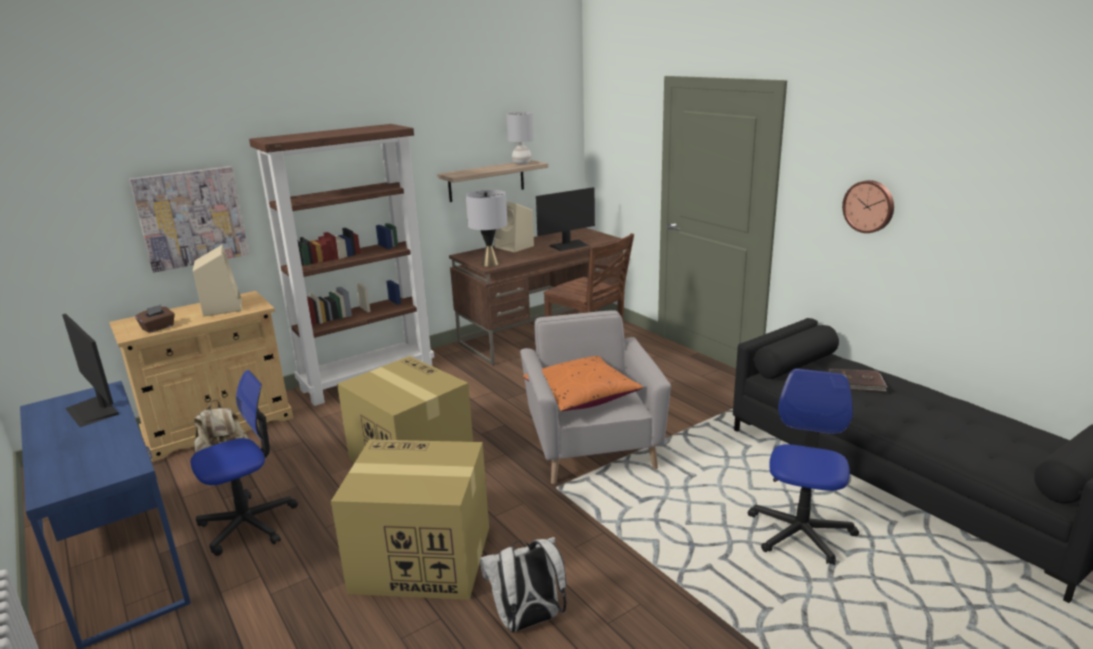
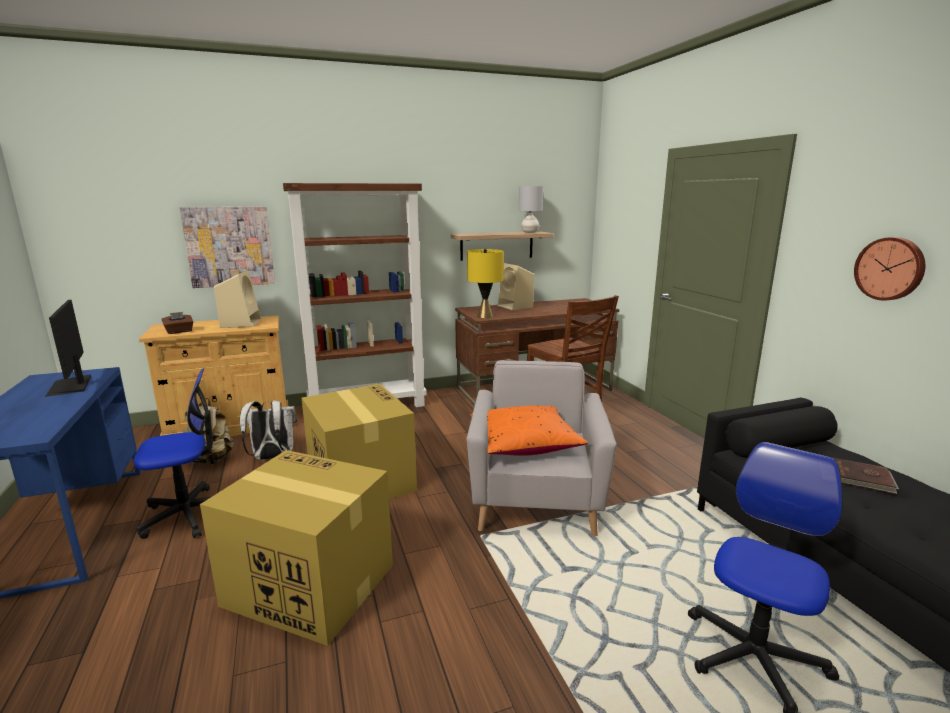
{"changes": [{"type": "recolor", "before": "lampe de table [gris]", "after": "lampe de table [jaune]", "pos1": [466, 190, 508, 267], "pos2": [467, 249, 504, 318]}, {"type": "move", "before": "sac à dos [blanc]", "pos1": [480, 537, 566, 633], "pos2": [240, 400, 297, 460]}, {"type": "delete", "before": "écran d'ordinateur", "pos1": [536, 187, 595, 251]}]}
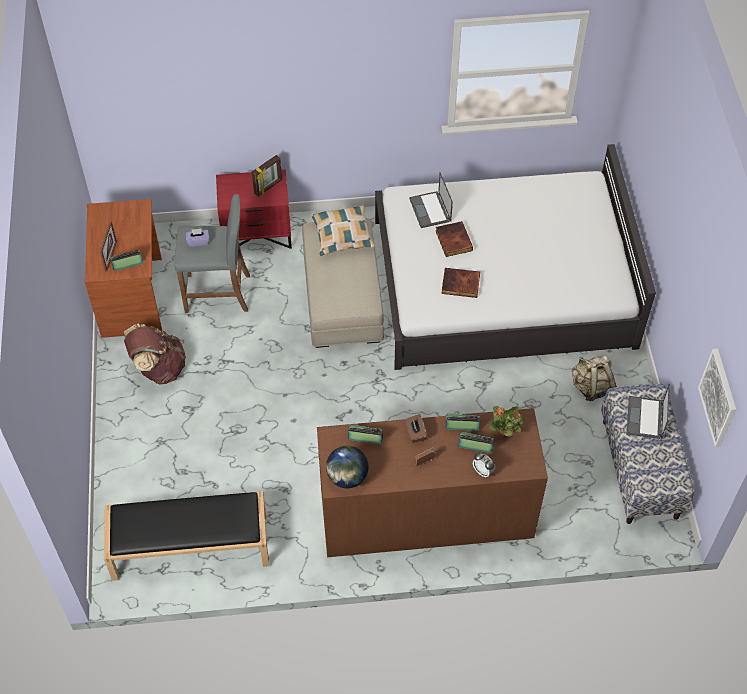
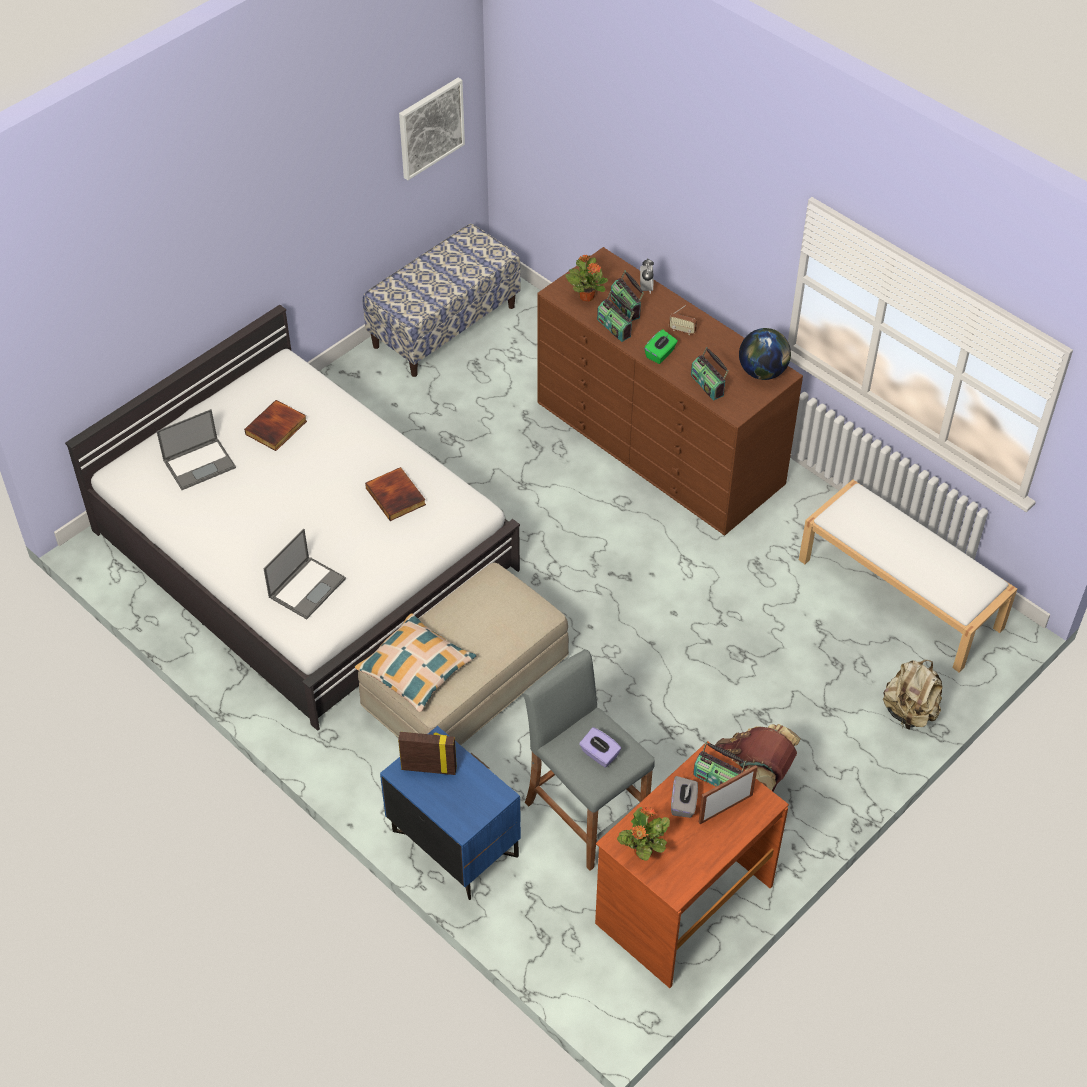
{"changes": [{"type": "recolor", "before": "banc [noir]", "after": "banc [blanc]", "pos1": [104, 491, 270, 581], "pos2": [799, 479, 1017, 673]}, {"type": "recolor", "before": "table de chevet [rouge]", "after": "table de chevet [bleu]", "pos1": [216, 170, 292, 249], "pos2": [380, 726, 521, 900]}, {"type": "recolor", "before": "boîte à mouchoirs [marron]", "after": "boîte à mouchoirs [vert]", "pos1": [405, 414, 427, 443], "pos2": [644, 330, 678, 364]}, {"type": "move", "before": "livre", "pos1": [435, 221, 473, 257], "pos2": [244, 400, 307, 451]}, {"type": "move", "before": "sac à dos [beige]", "pos1": [572, 355, 617, 401], "pos2": [883, 660, 943, 730]}, {"type": "move", "before": "ordinateur portable", "pos1": [627, 384, 670, 439], "pos2": [157, 409, 236, 490]}, {"type": "insert", "after": "plante en pot", "pos2": [617, 807, 670, 861]}, {"type": "insert", "after": "boîte à mouchoirs [gris]", "pos2": [671, 776, 698, 818]}]}
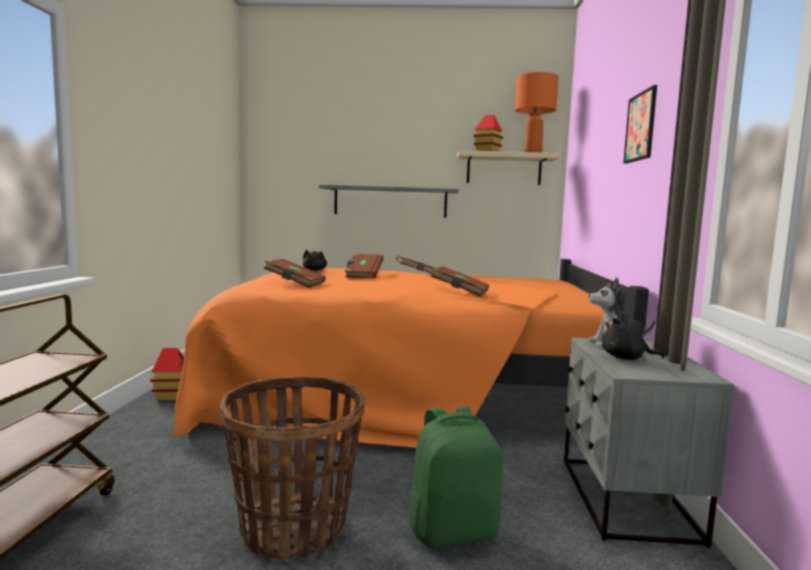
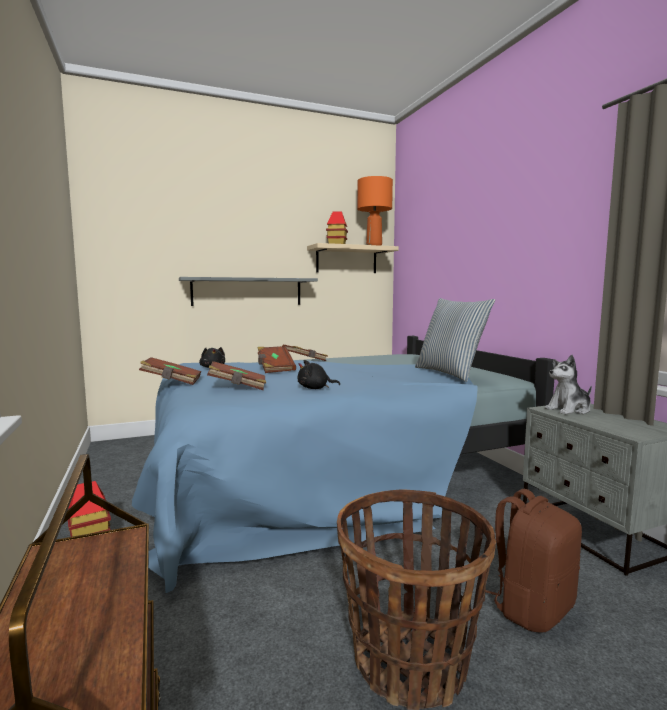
{"changes": [{"type": "recolor", "before": "lit [orange]", "after": "lit [bleu]", "pos1": [174, 259, 649, 448], "pos2": [132, 336, 554, 593]}, {"type": "recolor", "before": "sac à dos [vert]", "after": "sac à dos [marron]", "pos1": [409, 406, 503, 547], "pos2": [485, 489, 582, 633]}, {"type": "move", "before": "livre [marron]", "pos1": [431, 266, 489, 297], "pos2": [139, 357, 201, 385]}, {"type": "move", "before": "peluche [noir]", "pos1": [602, 318, 664, 361], "pos2": [298, 360, 340, 389]}, {"type": "delete", "before": "tableau", "pos1": [623, 85, 657, 164]}, {"type": "insert", "after": "coussin", "pos2": [415, 298, 495, 382]}]}
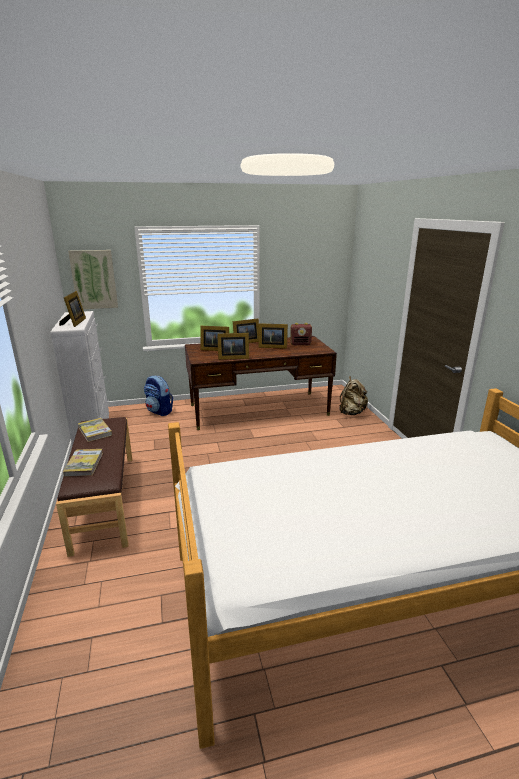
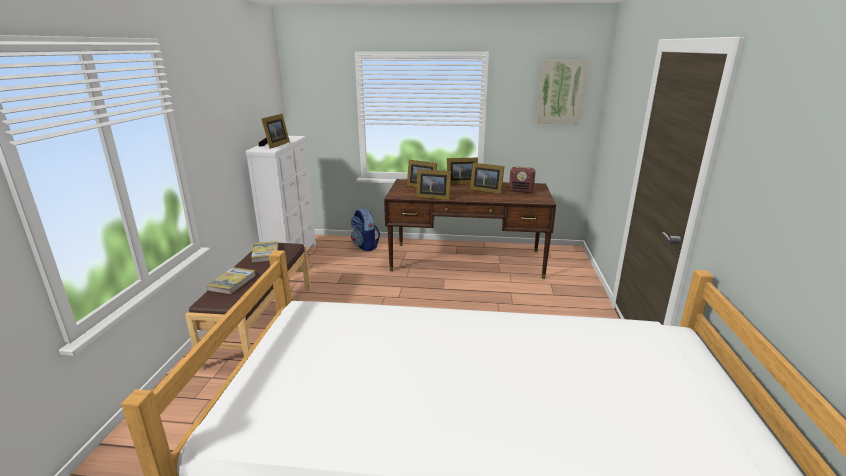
{"changes": [{"type": "move", "before": "tableau", "pos1": [68, 250, 118, 309], "pos2": [537, 60, 587, 124]}, {"type": "delete", "before": "sac à dos [beige]", "pos1": [339, 376, 368, 415]}]}
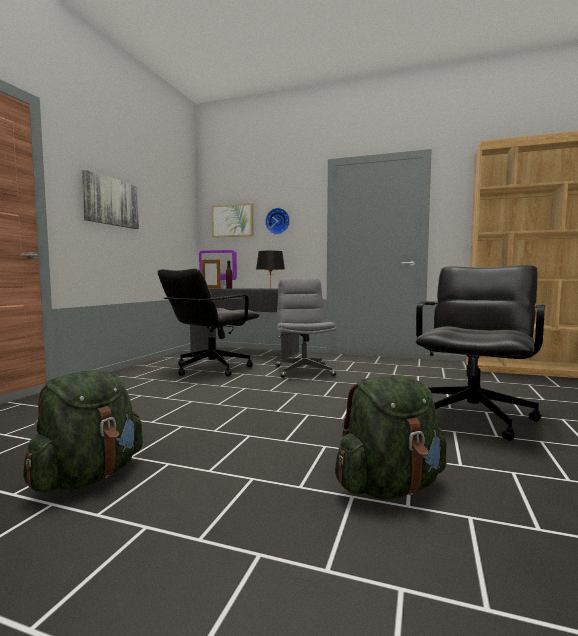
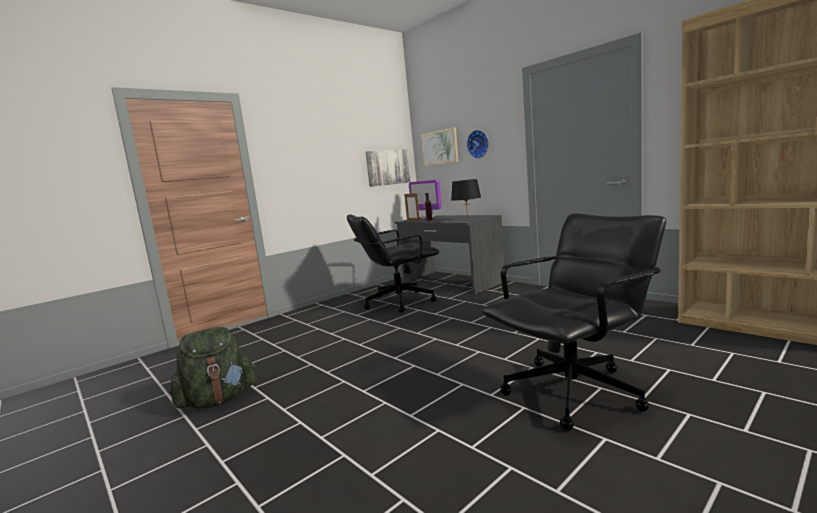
{"changes": [{"type": "move", "before": "tableau", "pos1": [82, 170, 139, 229], "pos2": [366, 149, 411, 187]}, {"type": "delete", "before": "chaise de bureau [gris]", "pos1": [276, 277, 336, 378]}, {"type": "delete", "before": "sac à dos [vert]", "pos1": [335, 375, 446, 499]}]}
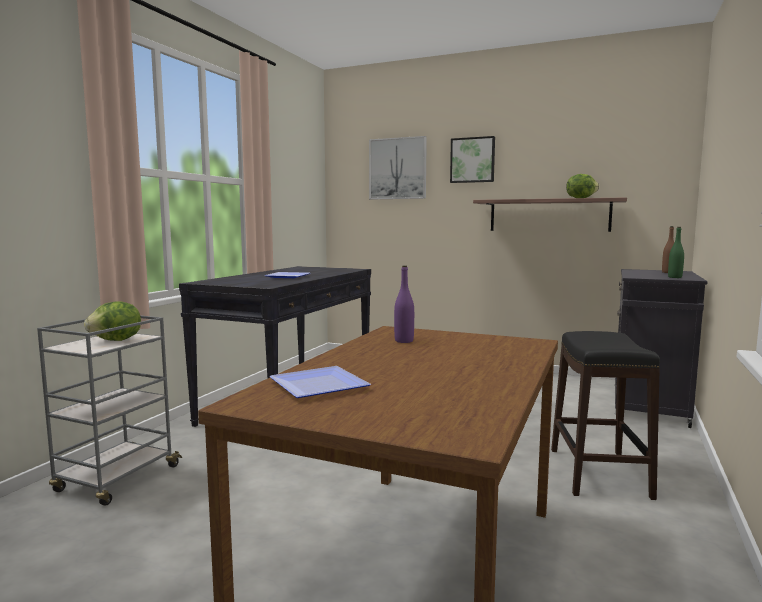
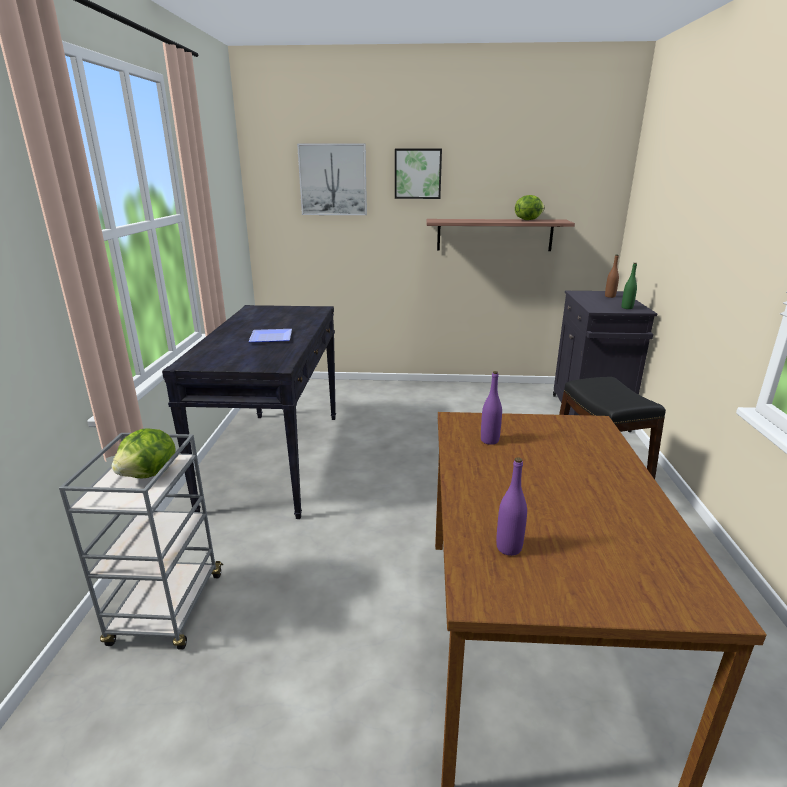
{"changes": [{"type": "replace", "before": "assiette", "after": "bouteille [violet]", "pos1": [269, 366, 371, 398], "pos2": [496, 457, 527, 556]}]}
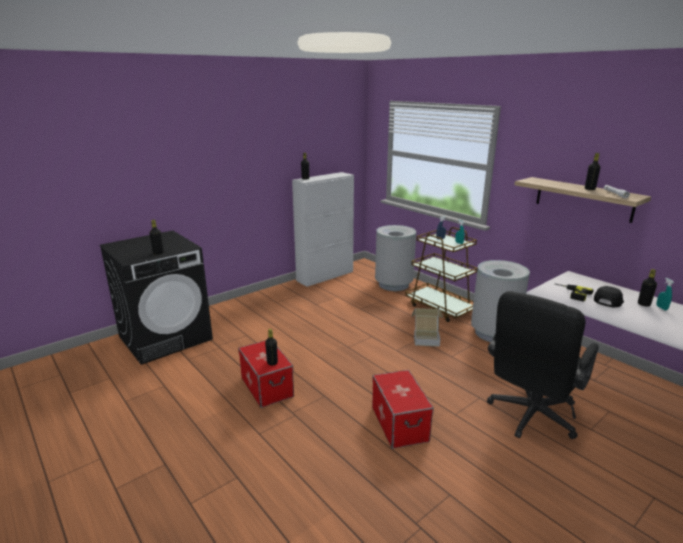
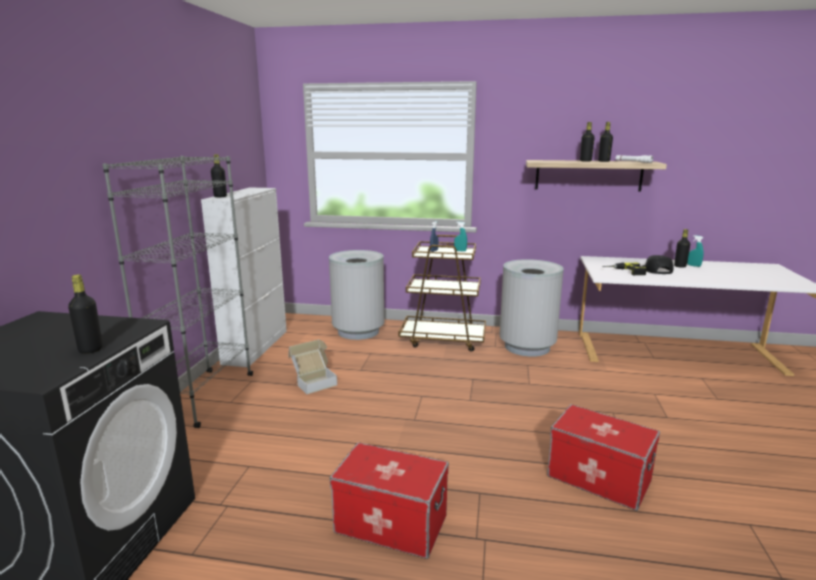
{"changes": [{"type": "move", "before": "bouteille [noir]", "pos1": [265, 329, 278, 366], "pos2": [580, 122, 595, 162]}, {"type": "move", "before": "carton", "pos1": [412, 308, 443, 347], "pos2": [289, 339, 337, 394]}, {"type": "delete", "before": "chaise de bureau [noir]", "pos1": [487, 291, 599, 439]}, {"type": "insert", "after": "bibliothèque [gris]", "pos2": [102, 156, 253, 428]}]}
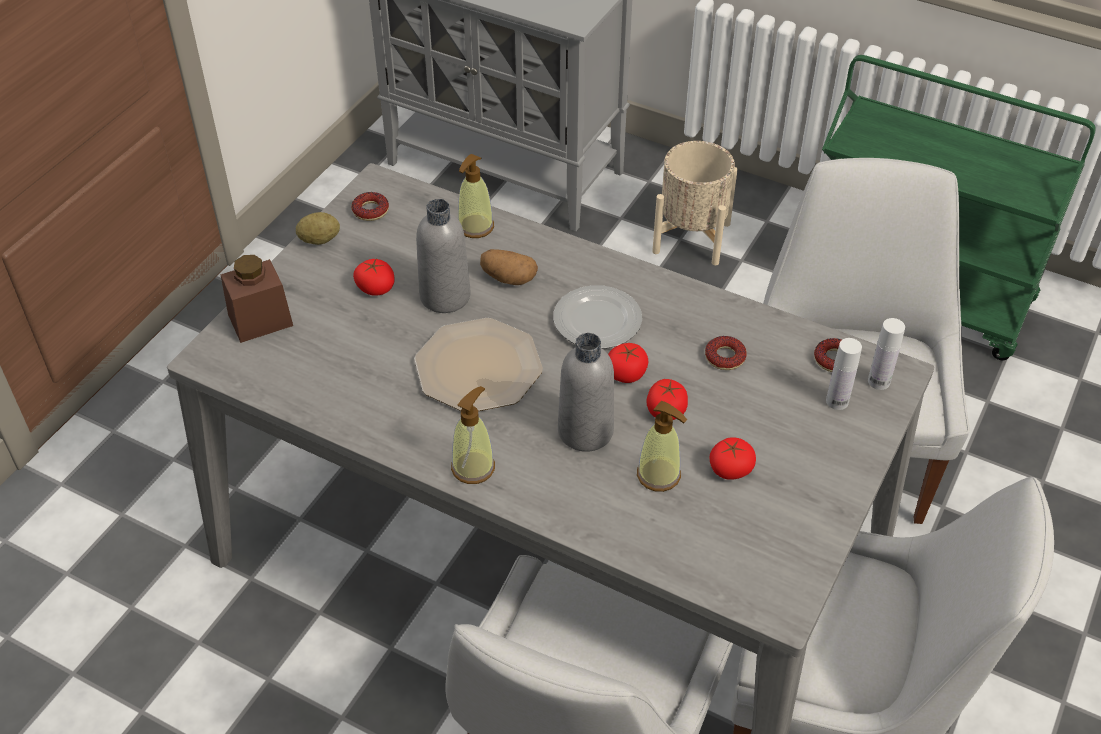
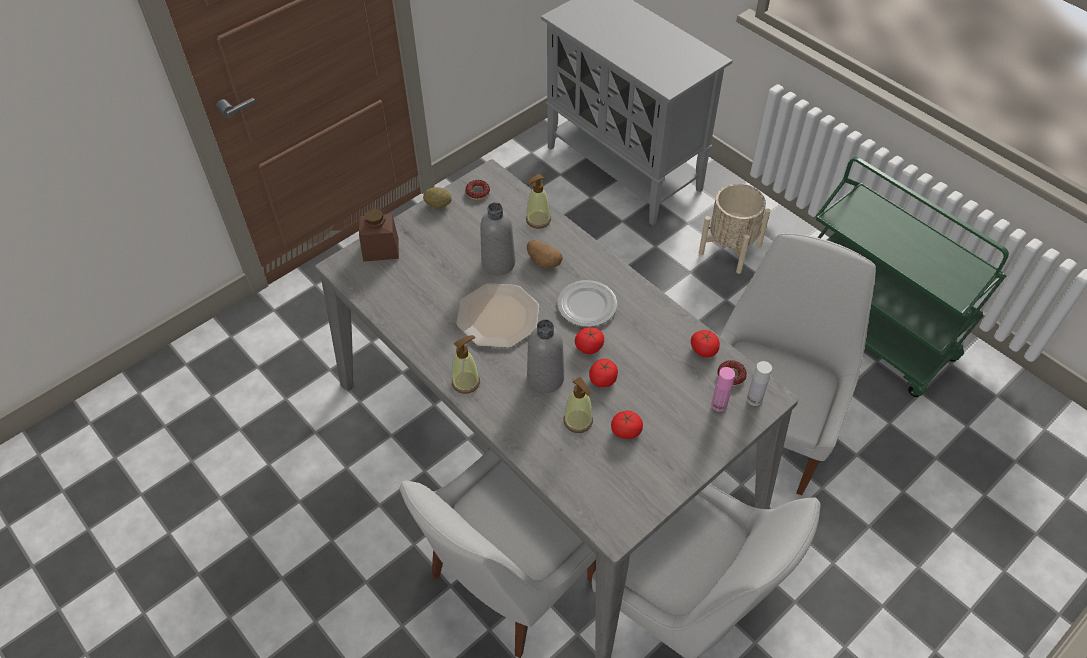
{"changes": [{"type": "move", "before": "tomate", "pos1": [353, 259, 395, 296], "pos2": [691, 330, 720, 358]}, {"type": "delete", "before": "beignet", "pos1": [705, 336, 747, 370]}, {"type": "recolor", "before": "bouteille [blanc]", "after": "bouteille [rose]", "pos1": [826, 338, 862, 410], "pos2": [711, 367, 735, 412]}]}
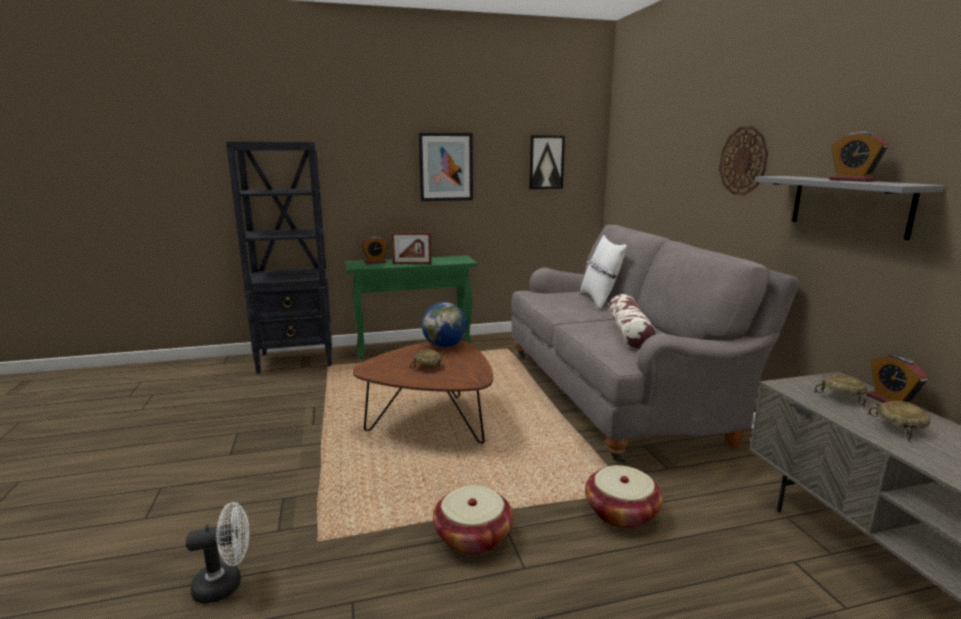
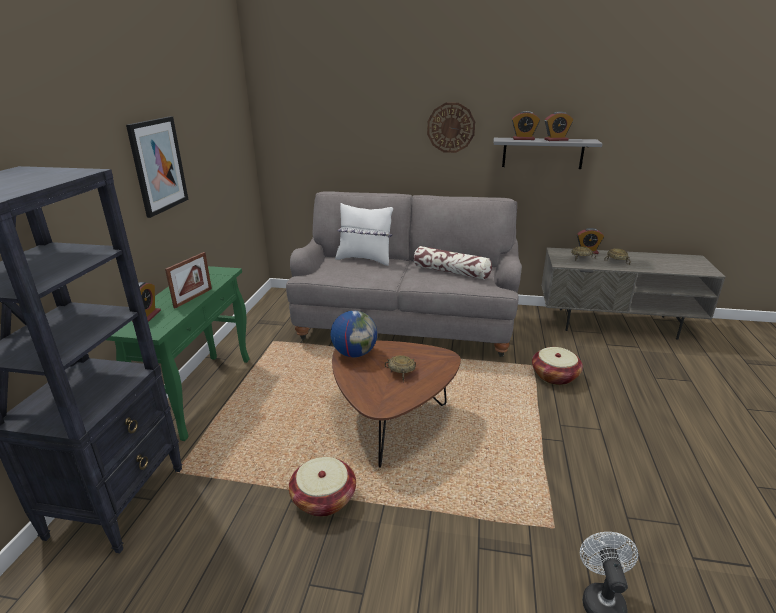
{"changes": [{"type": "move", "before": "panier", "pos1": [433, 485, 513, 555], "pos2": [289, 457, 356, 517]}, {"type": "delete", "before": "tableau", "pos1": [529, 135, 565, 189]}, {"type": "insert", "after": "réveil", "pos2": [512, 111, 540, 140]}]}
